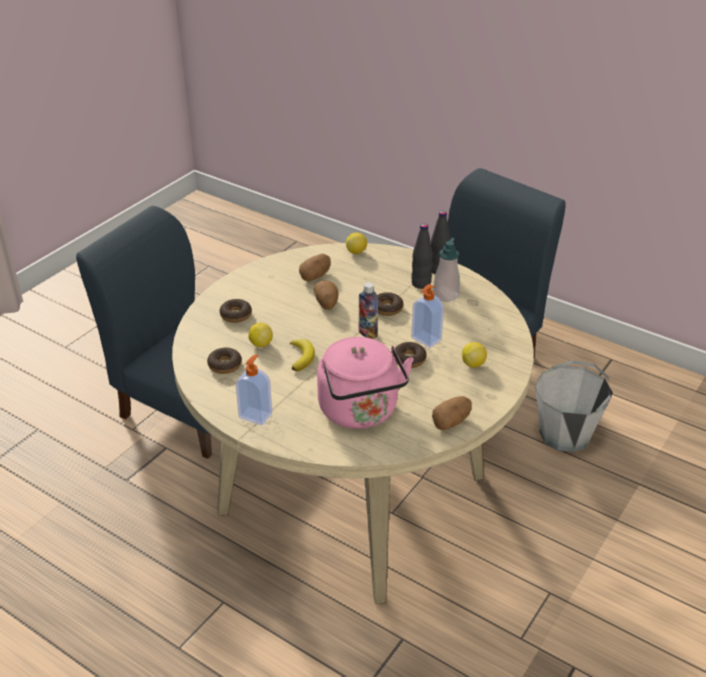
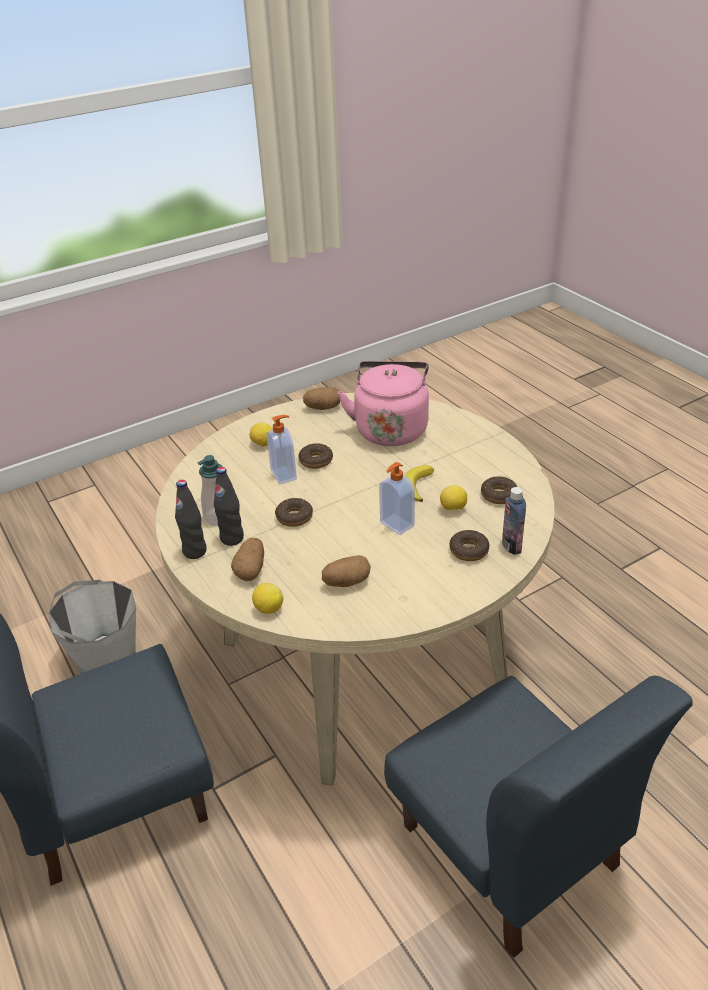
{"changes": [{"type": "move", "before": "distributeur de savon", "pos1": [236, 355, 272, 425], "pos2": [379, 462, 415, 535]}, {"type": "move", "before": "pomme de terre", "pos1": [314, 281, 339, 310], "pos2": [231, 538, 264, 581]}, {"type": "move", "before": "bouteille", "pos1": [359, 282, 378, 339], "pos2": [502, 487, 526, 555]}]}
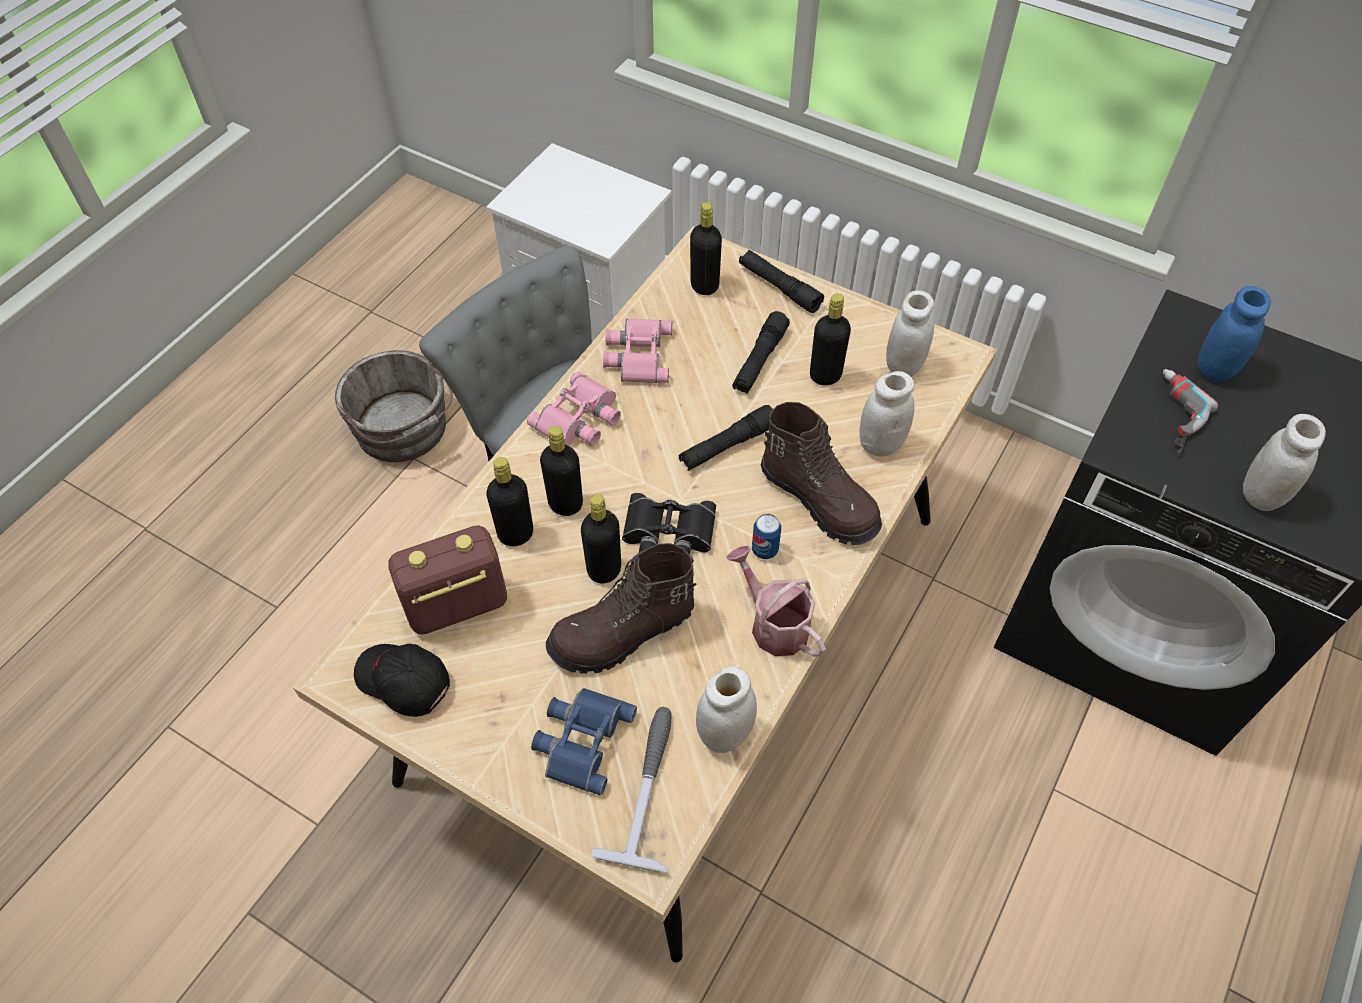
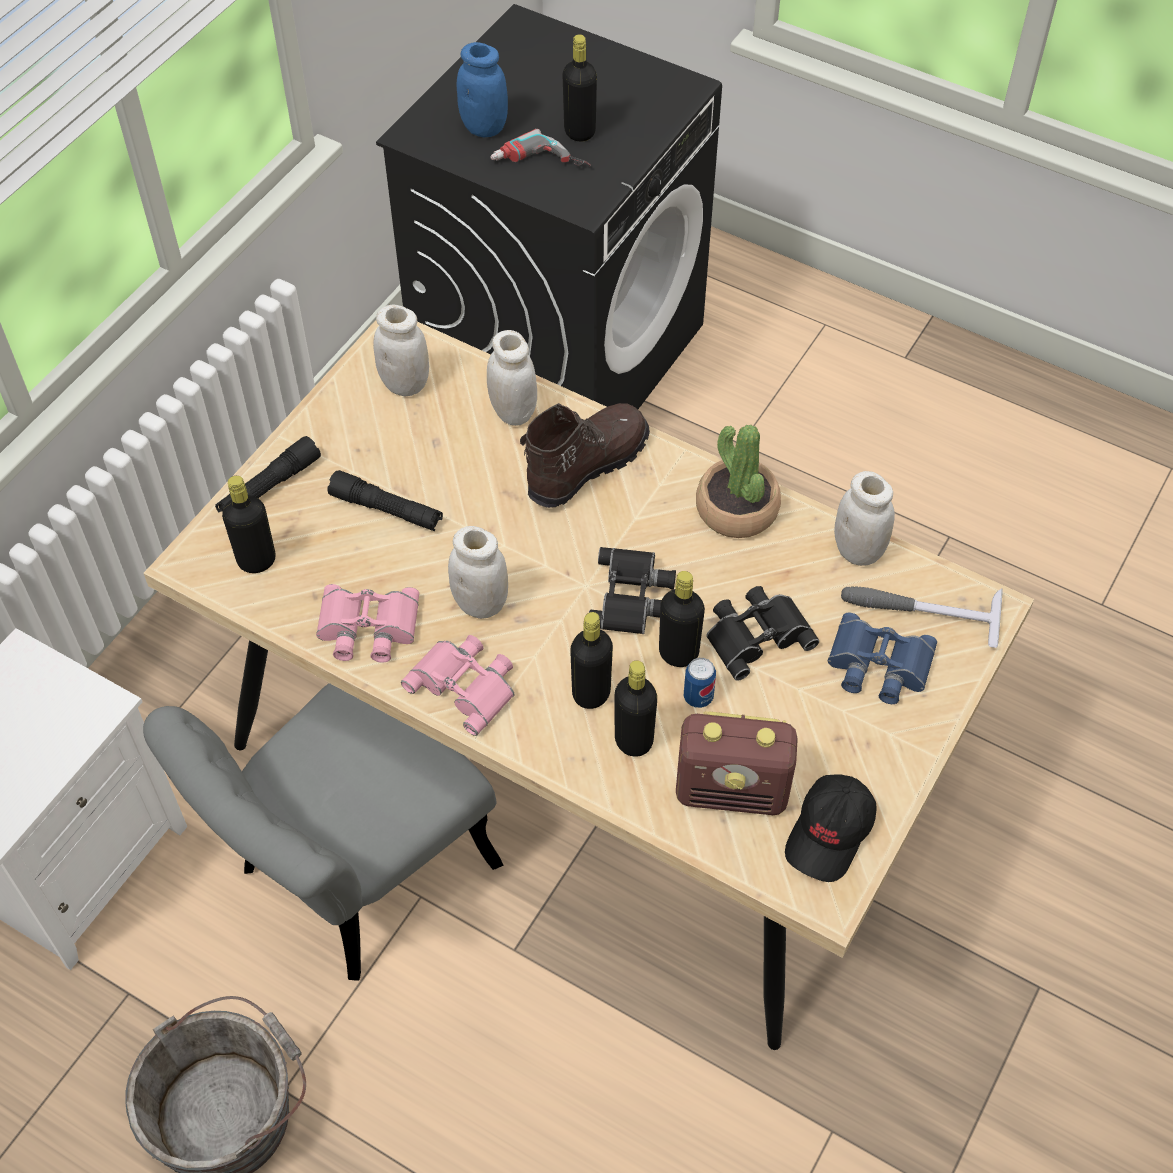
{"changes": [{"type": "rotate", "before": "radio", "pos1": [389, 525, 507, 635], "pos2": [676, 711, 798, 815], "turn": -60}, {"type": "replace", "before": "botte [marron]", "after": "jumelles [noir]", "pos1": [546, 543, 696, 674], "pos2": [706, 586, 819, 681]}, {"type": "delete", "before": "lampe de poche [noir]", "pos1": [679, 405, 773, 471]}, {"type": "replace", "before": "arrosoir", "after": "plante en pot", "pos1": [726, 545, 826, 657], "pos2": [696, 425, 781, 538]}, {"type": "move", "before": "boîte métallique", "pos1": [752, 514, 781, 559], "pos2": [684, 658, 716, 708]}, {"type": "move", "before": "bouteille [noir]", "pos1": [810, 294, 851, 385], "pos2": [563, 34, 597, 142]}, {"type": "move", "before": "bocal [blanc]", "pos1": [1243, 414, 1326, 511], "pos2": [448, 526, 508, 619]}]}
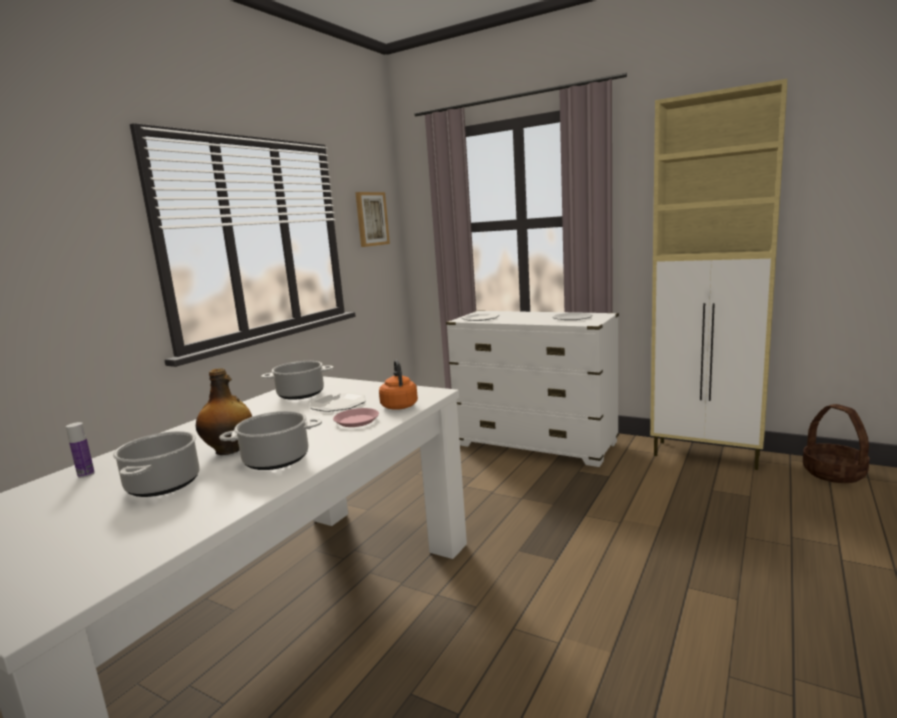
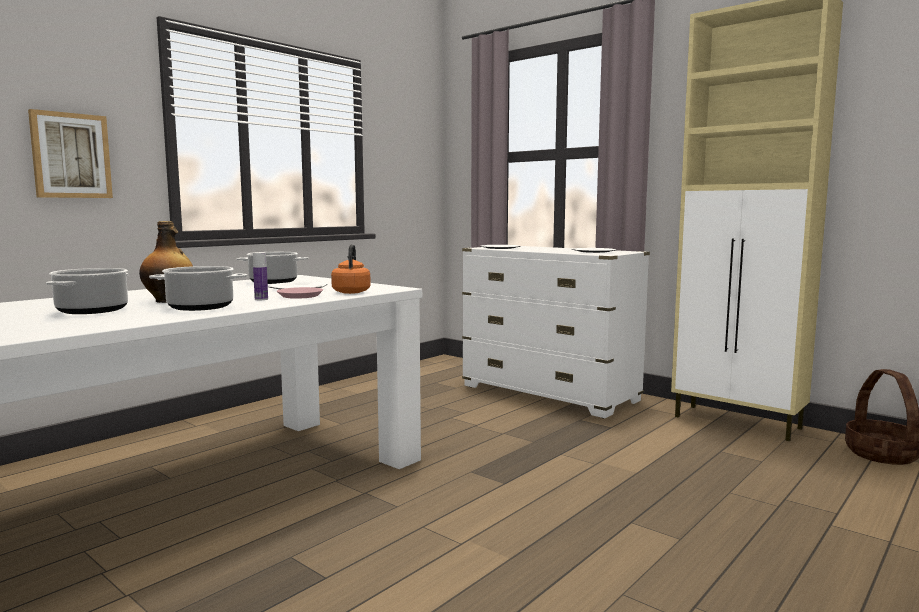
{"changes": [{"type": "move", "before": "bouteille", "pos1": [66, 422, 95, 478], "pos2": [253, 252, 268, 300]}, {"type": "move", "before": "tableau", "pos1": [355, 192, 390, 247], "pos2": [28, 109, 113, 198]}]}
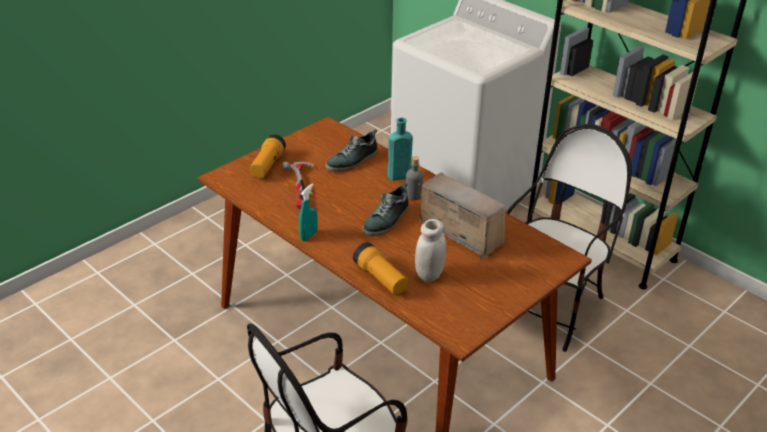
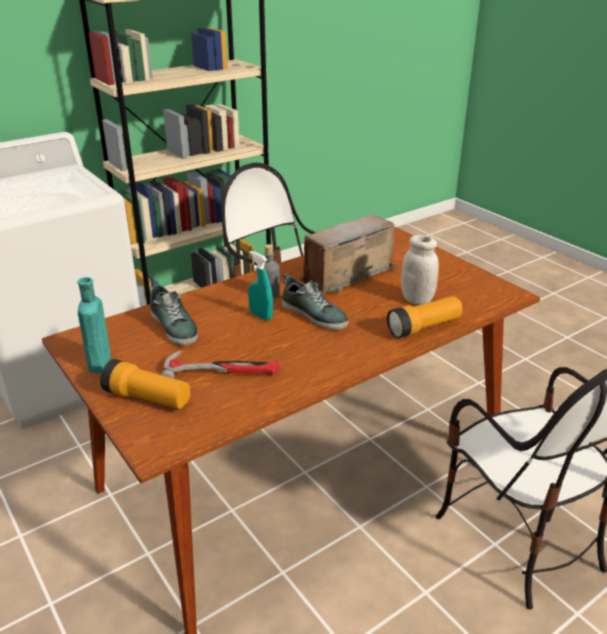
{"changes": [{"type": "move", "before": "vaporisateur [turquoise]", "pos1": [299, 184, 318, 241], "pos2": [248, 251, 273, 321]}, {"type": "move", "before": "bouteille [turquoise]", "pos1": [388, 118, 413, 181], "pos2": [77, 277, 111, 373]}]}
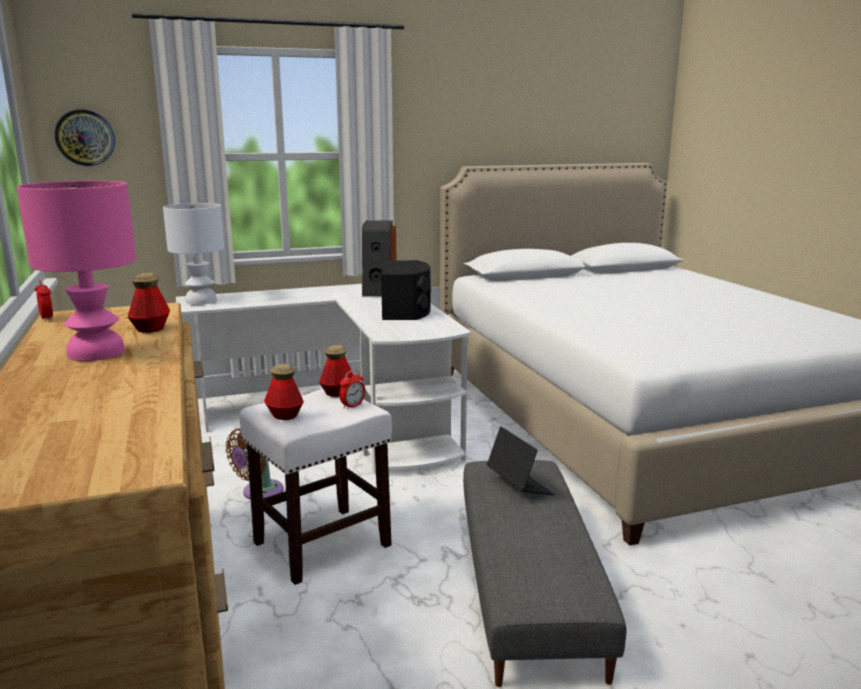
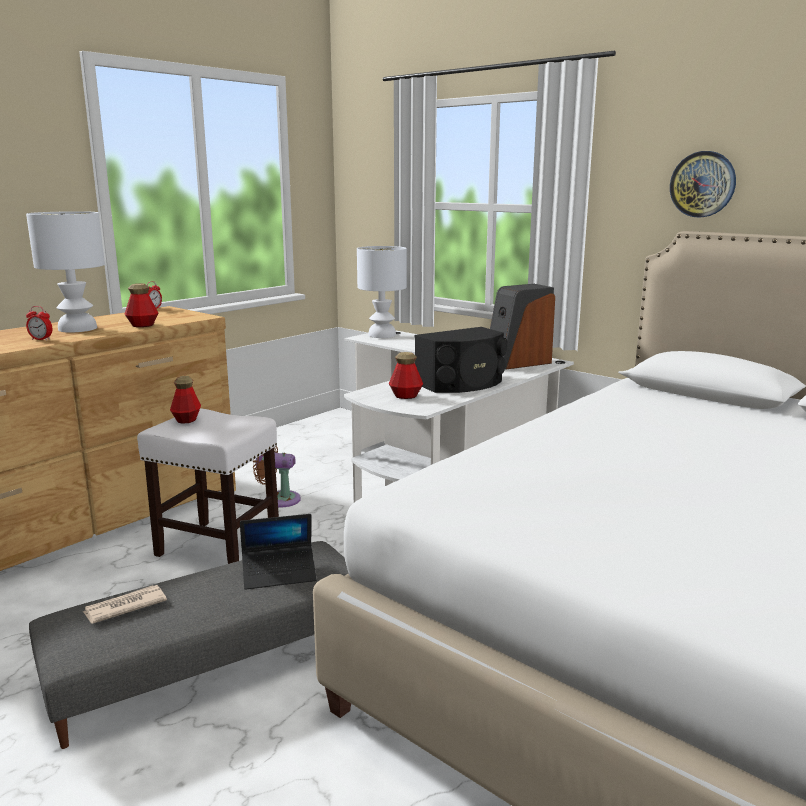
{"changes": [{"type": "recolor", "before": "lampe de table [rose]", "after": "lampe de table [blanc]", "pos1": [17, 181, 136, 361], "pos2": [26, 211, 105, 333]}, {"type": "move", "before": "horloge murale", "pos1": [55, 109, 115, 166], "pos2": [670, 151, 736, 217]}, {"type": "move", "before": "bouteille", "pos1": [319, 345, 354, 397], "pos2": [389, 352, 423, 399]}, {"type": "move", "before": "réveil", "pos1": [339, 370, 365, 410], "pos2": [26, 306, 52, 341]}, {"type": "rotate", "before": "ordinateur portable", "pos1": [487, 426, 555, 495], "pos2": [240, 514, 317, 590], "turn": 45}, {"type": "insert", "after": "journal", "pos2": [83, 585, 167, 624]}]}
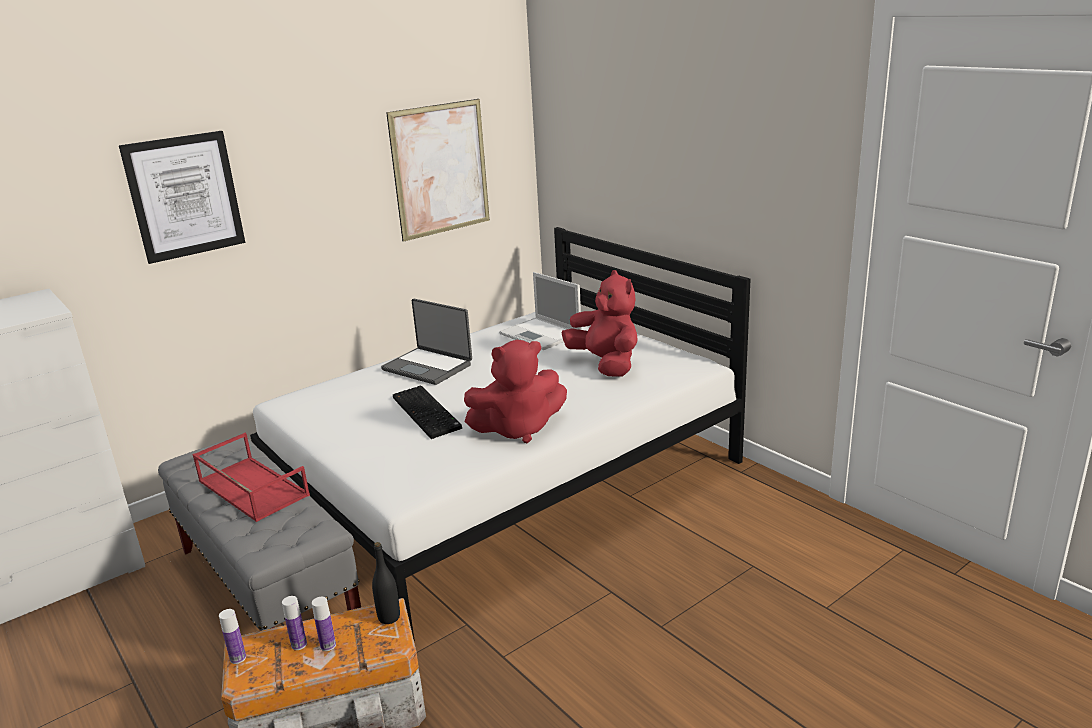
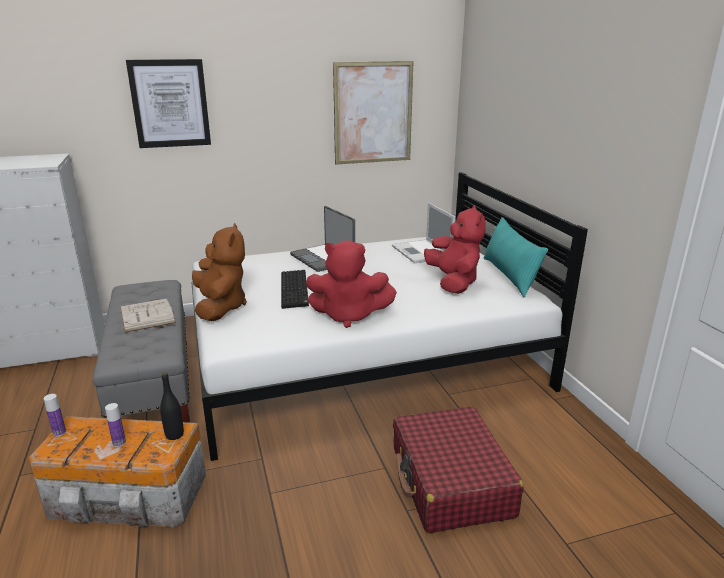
{"changes": [{"type": "replace", "before": "plateau [rouge]", "after": "livre [blanc]", "pos1": [192, 433, 310, 522], "pos2": [120, 298, 176, 333]}, {"type": "delete", "before": "bouteille", "pos1": [282, 596, 307, 650]}, {"type": "insert", "after": "peluche [marron]", "pos2": [192, 223, 247, 321]}, {"type": "insert", "after": "valise [rouge]", "pos2": [393, 407, 524, 533]}, {"type": "insert", "after": "coussin [turquoise]", "pos2": [484, 217, 548, 297]}]}
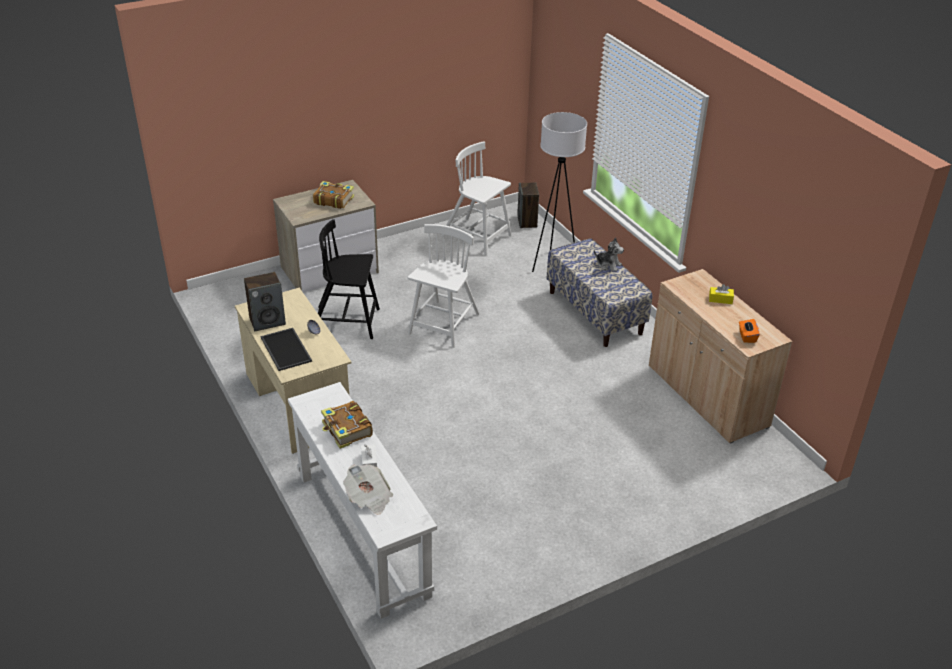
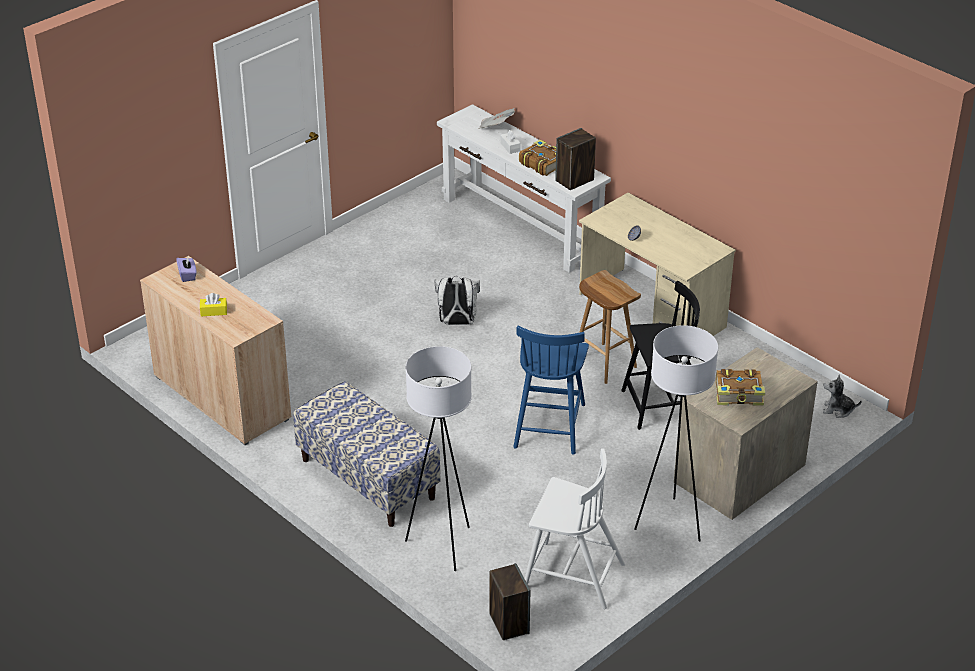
{"changes": [{"type": "move", "before": "enceinte", "pos1": [244, 272, 286, 331], "pos2": [555, 128, 596, 190]}, {"type": "delete", "before": "plateau", "pos1": [260, 328, 312, 371]}, {"type": "recolor", "before": "chaise [blanc]", "after": "chaise [bleu]", "pos1": [408, 224, 479, 348], "pos2": [513, 326, 589, 455]}, {"type": "move", "before": "peluche", "pos1": [594, 237, 624, 272], "pos2": [823, 374, 861, 418]}, {"type": "recolor", "before": "boîte à mouchoirs [orange]", "after": "boîte à mouchoirs [violet]", "pos1": [739, 319, 760, 343], "pos2": [176, 257, 197, 282]}, {"type": "insert", "after": "sac à dos [blanc]", "pos2": [434, 276, 480, 325]}, {"type": "insert", "after": "tabouret [marron]", "pos2": [579, 270, 641, 384]}, {"type": "insert", "after": "lampadaire [blanc]", "pos2": [635, 325, 718, 542]}]}
